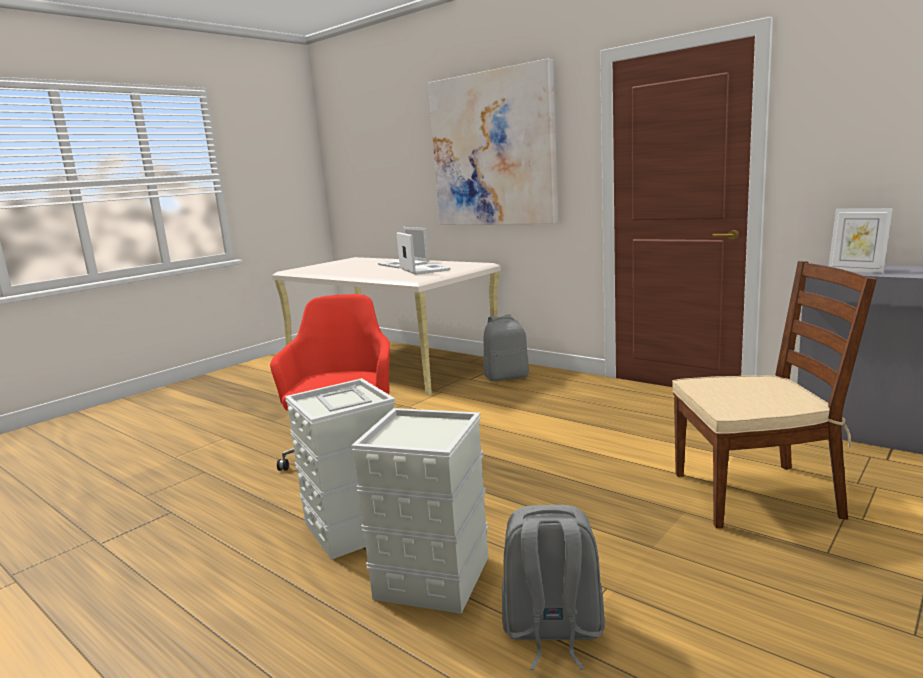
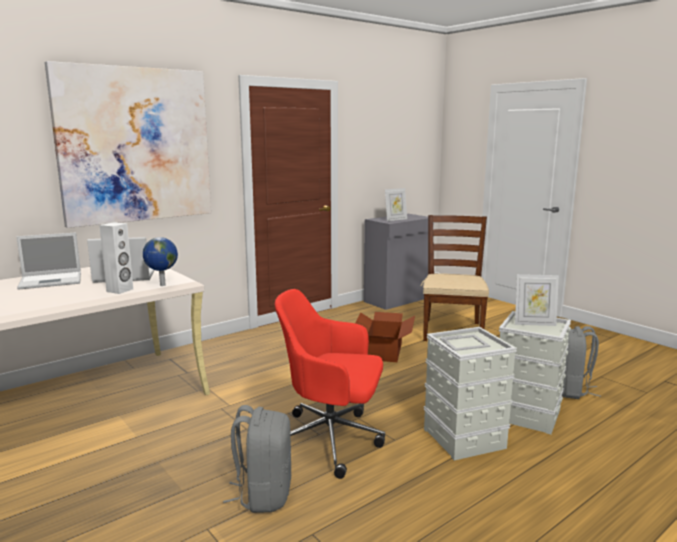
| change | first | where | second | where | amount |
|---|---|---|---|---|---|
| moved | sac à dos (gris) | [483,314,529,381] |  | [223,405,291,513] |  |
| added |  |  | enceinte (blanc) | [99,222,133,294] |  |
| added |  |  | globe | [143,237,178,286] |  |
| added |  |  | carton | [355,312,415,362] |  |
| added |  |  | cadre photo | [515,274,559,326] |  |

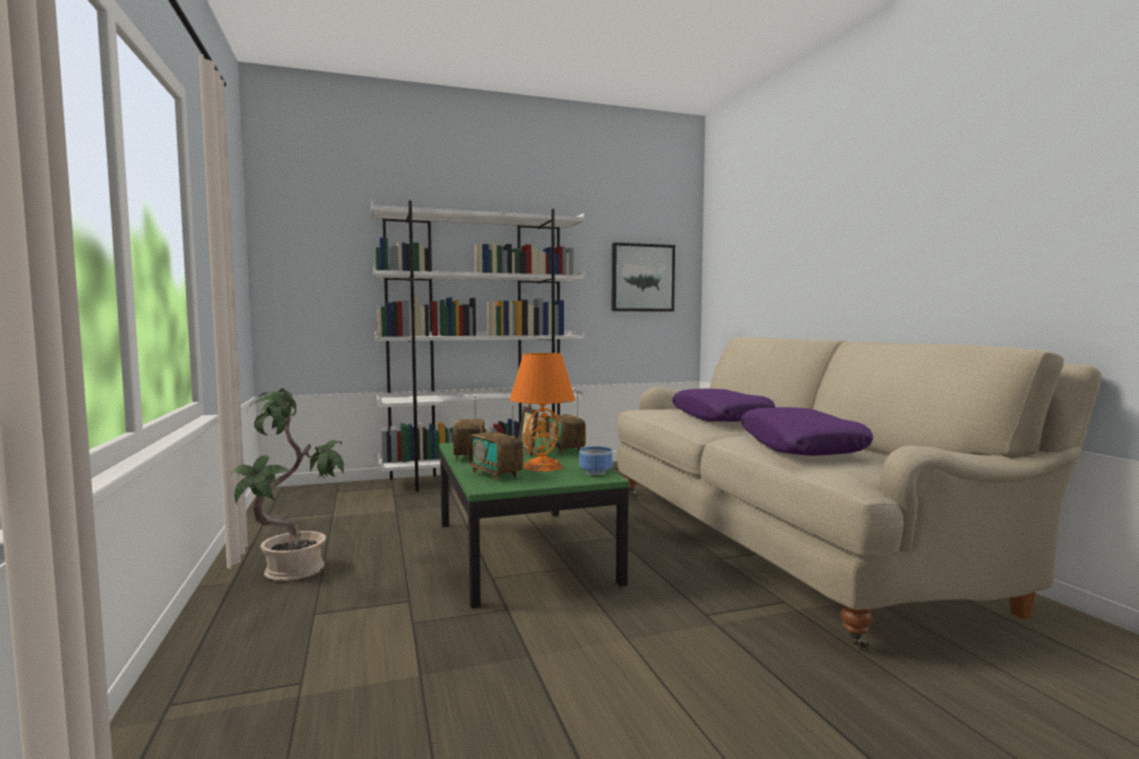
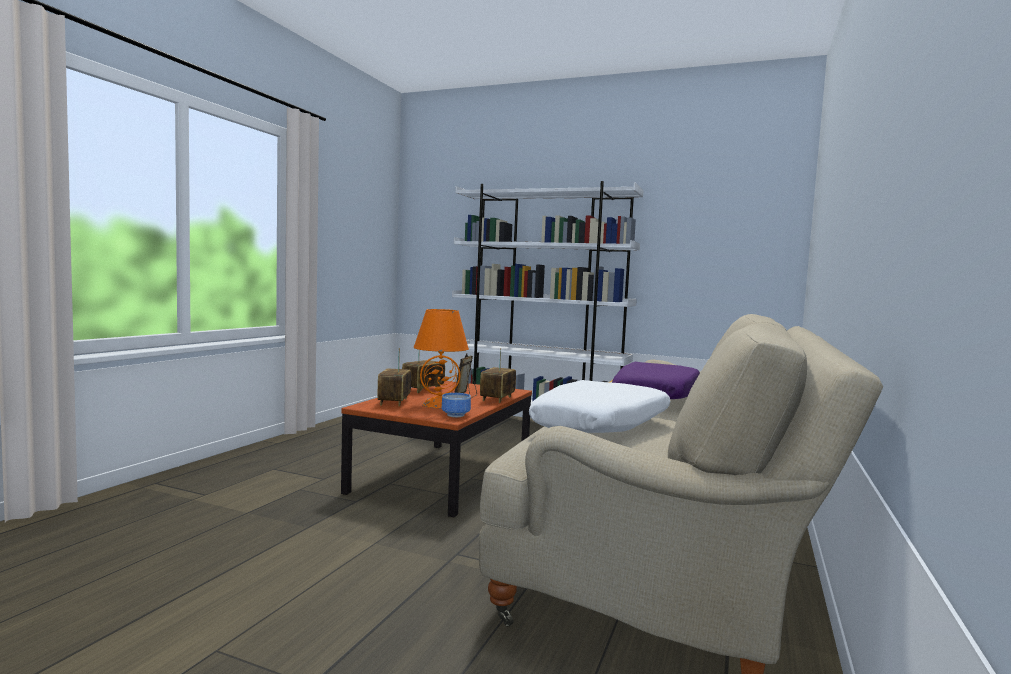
| change | first | where | second | where | amount |
|---|---|---|---|---|---|
| removed | plante en pot | [231,388,344,581] |  |  |  |
| recoloured | table basse (vert) | [439,437,630,608] | table basse (marron) | [341,381,532,517] |  |
| removed | tableau | [611,243,675,312] |  |  |  |
| recoloured | coussin (violet) | [741,407,873,456] | coussin (blanc) | [529,380,670,433] |  |

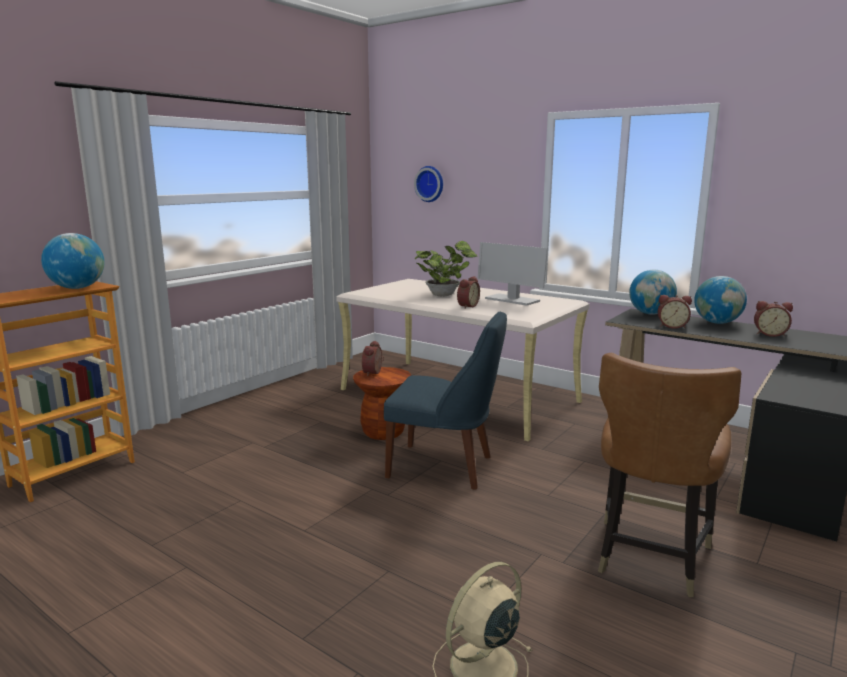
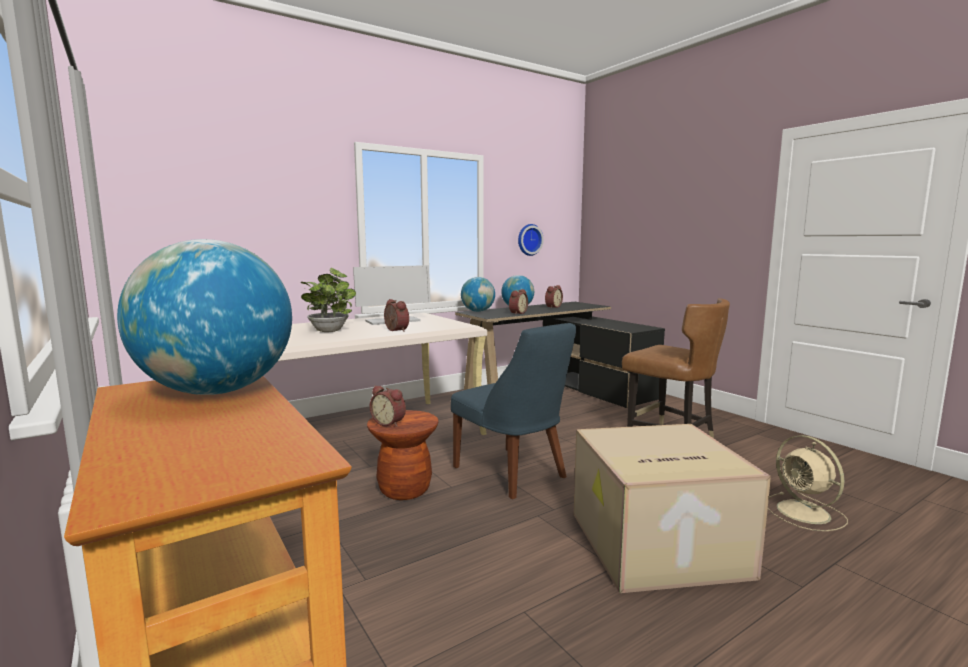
| change | first | where | second | where | amount |
|---|---|---|---|---|---|
| turned | chaise (bleu) | [384,312,507,490] |  | [451,323,576,499] | 105 degrees clockwise |
| moved | horloge murale | [414,166,443,202] |  | [518,224,544,256] |  |
| added |  |  | carton | [573,424,771,593] |  |

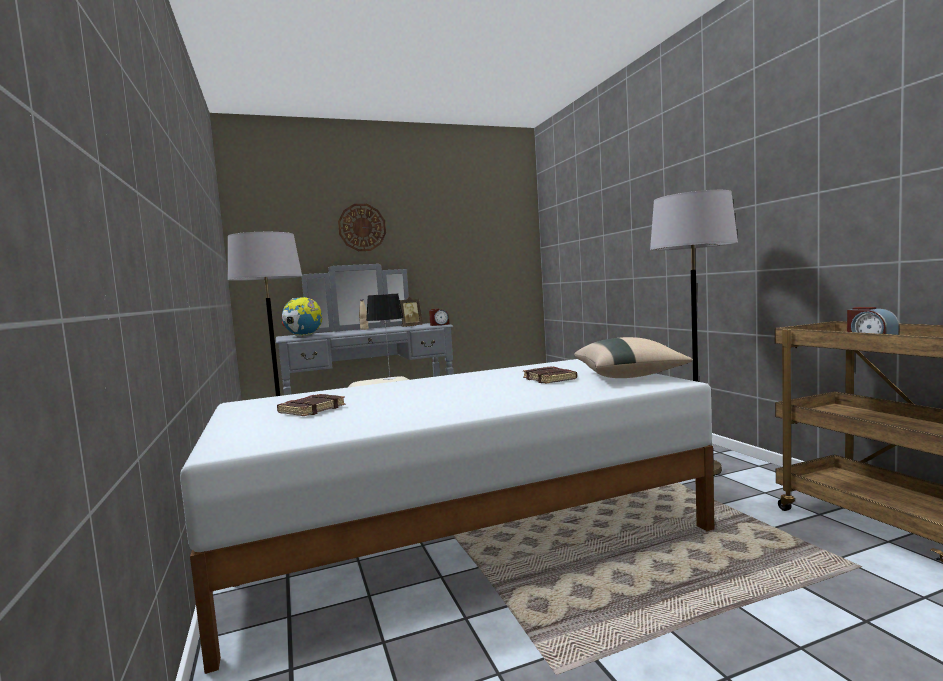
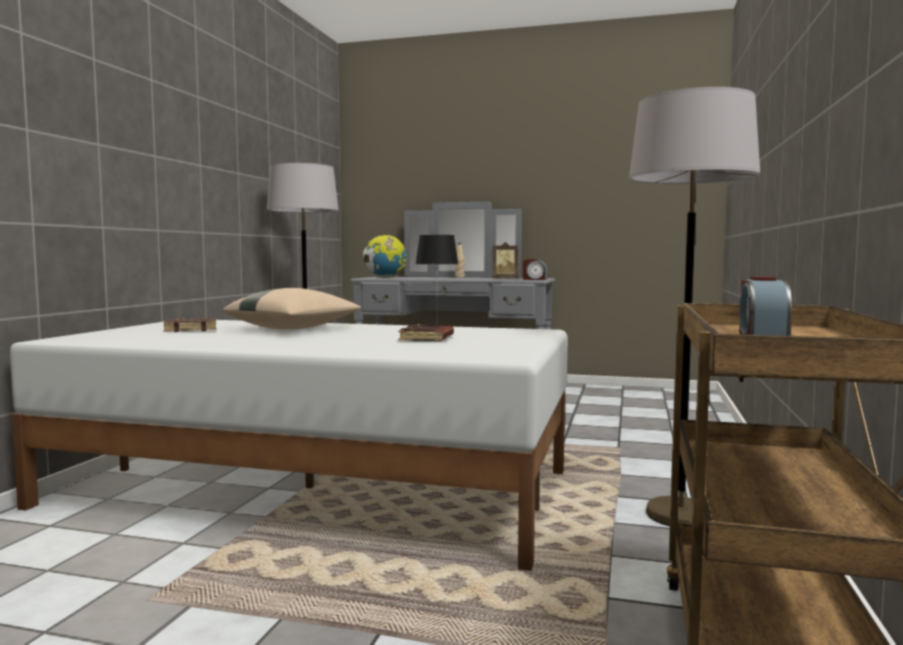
| change | first | where | second | where | amount |
|---|---|---|---|---|---|
| removed | horloge murale | [338,204,386,251] |  |  |  |
| moved | coussin (beige) | [574,337,693,378] |  | [223,288,361,330] |  |

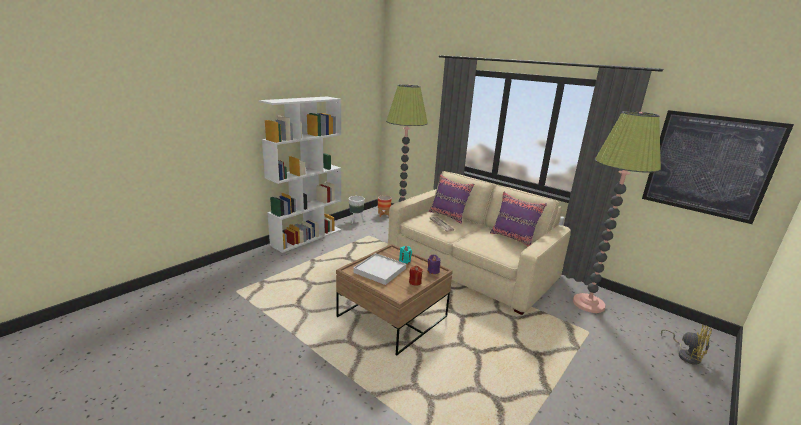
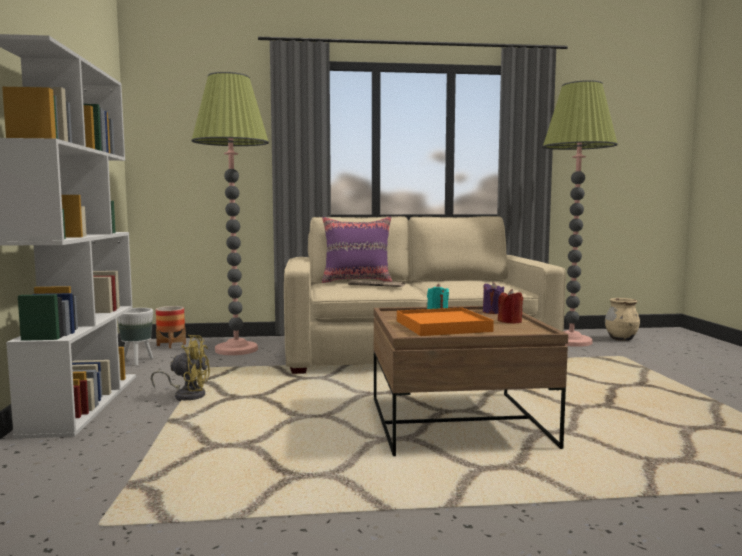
| change | first | where | second | where | amount |
|---|---|---|---|---|---|
| recoloured | plateau (blanc) | [353,253,406,285] | plateau (orange) | [397,307,494,336] |  |
| removed | coussin (violet) | [490,192,547,247] |  |  |  |
| removed | tableau | [642,110,794,224] |  |  |  |
| moved | ventilateur (jaune) | [661,324,712,365] |  | [151,335,210,401] |  |
| added |  |  | vase (beige) | [605,298,640,341] |  |

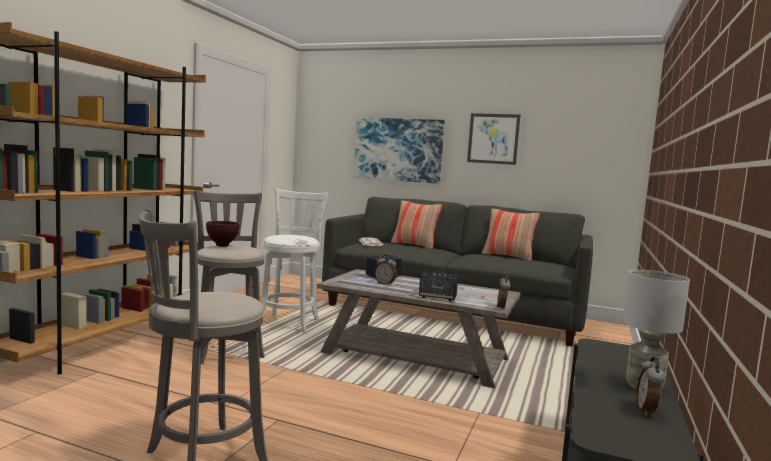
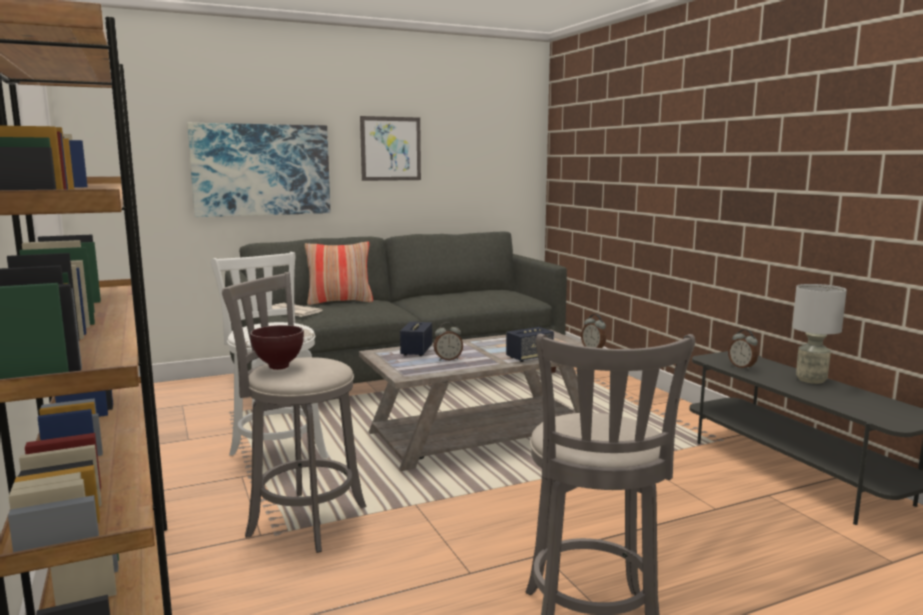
| change | first | where | second | where | amount |
|---|---|---|---|---|---|
| removed | coussin | [482,208,540,261] |  |  |  |
| moved | réveil | [636,357,665,416] |  | [728,329,758,370] |  |

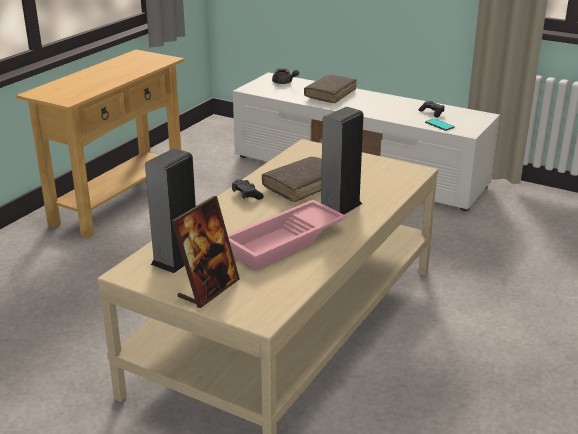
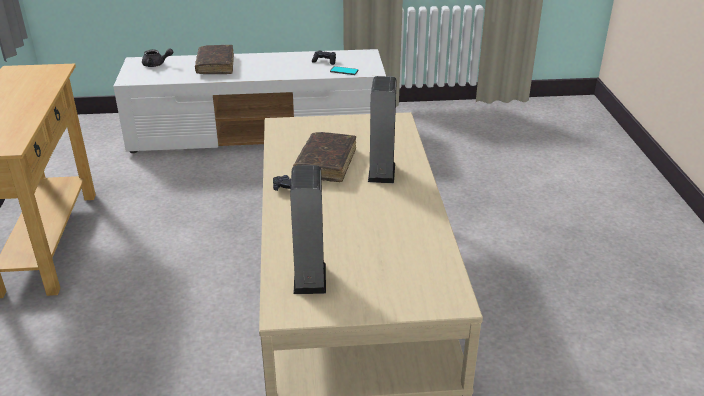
| change | first | where | second | where | amount |
|---|---|---|---|---|---|
| removed | cadre photo | [172,196,240,308] |  |  |  |
| removed | plateau (rose) | [228,200,347,270] |  |  |  |

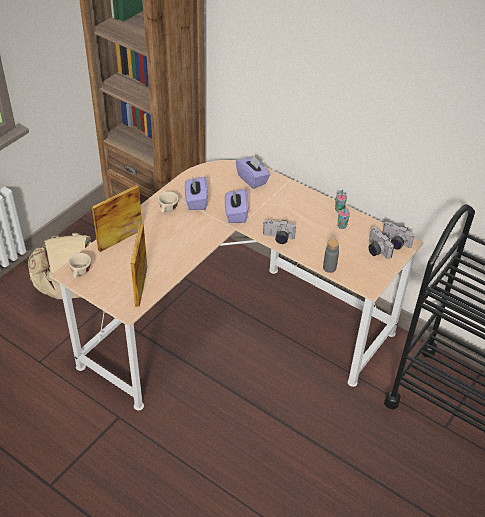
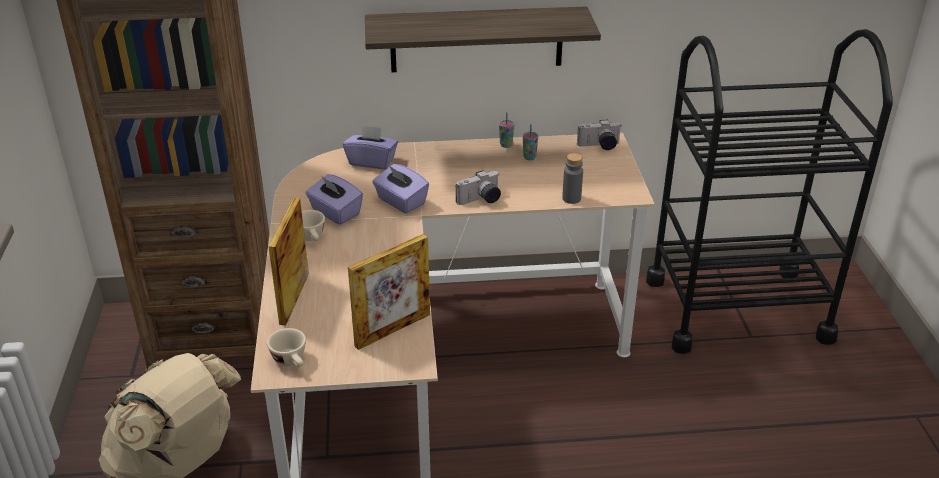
| change | first | where | second | where | amount |
|---|---|---|---|---|---|
| turned | cadre photo | [131,224,147,307] |  | [348,234,430,350] | 90 degrees counterclockwise |
| removed | appareil photo | [369,227,394,259] |  |  |  |
| added |  |  | étagère | [365,6,601,72] |  |

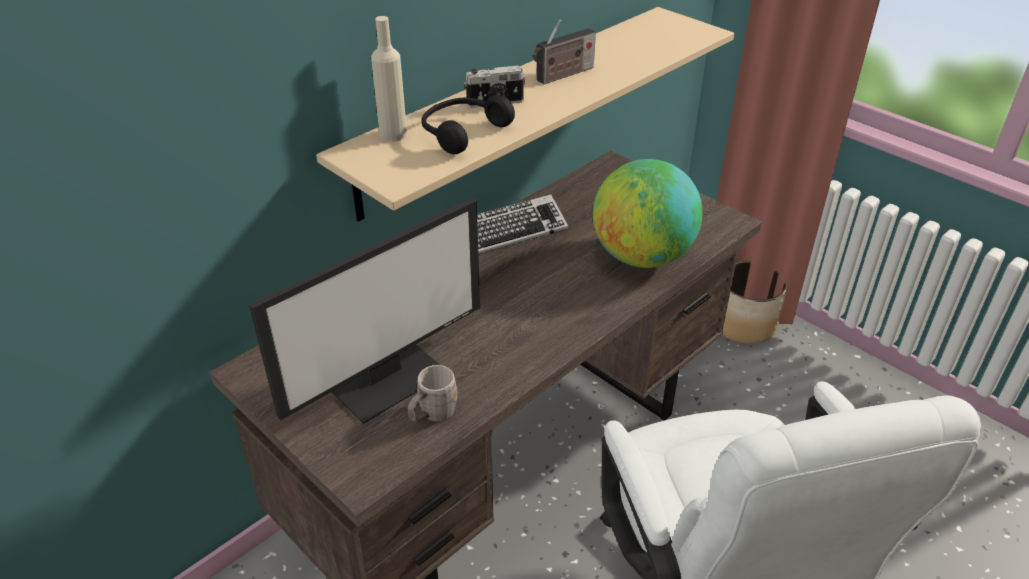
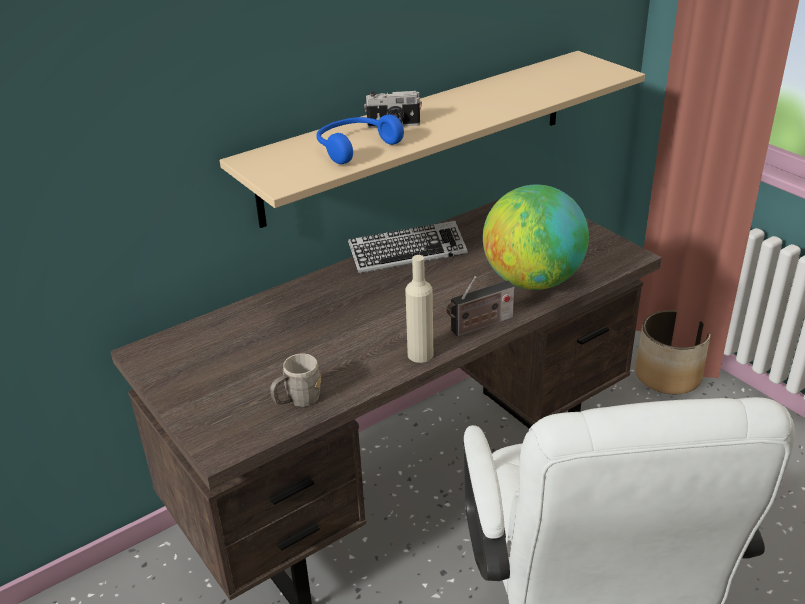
| change | first | where | second | where | amount |
|---|---|---|---|---|---|
| removed | écran d'ordinateur | [249,198,480,424] |  |  |  |
| moved | bouteille (beige) | [371,16,407,142] |  | [405,255,433,363] |  |
| recoloured | casque audio (noir) | [421,95,515,154] | casque audio (bleu) | [317,114,404,164] |  |
| moved | radio | [533,19,596,84] |  | [447,276,515,337] |  |

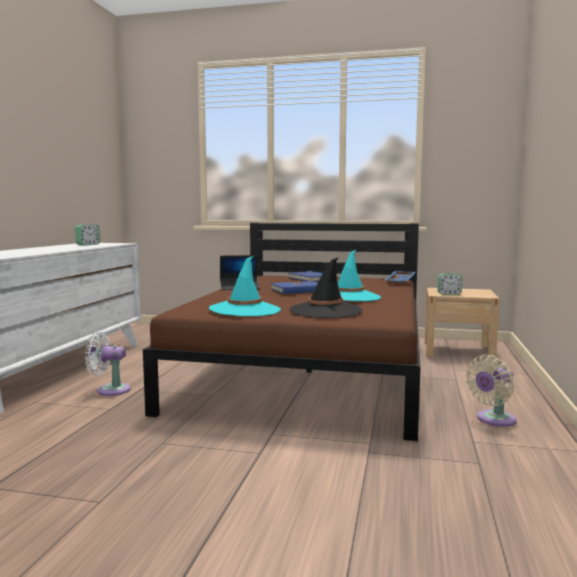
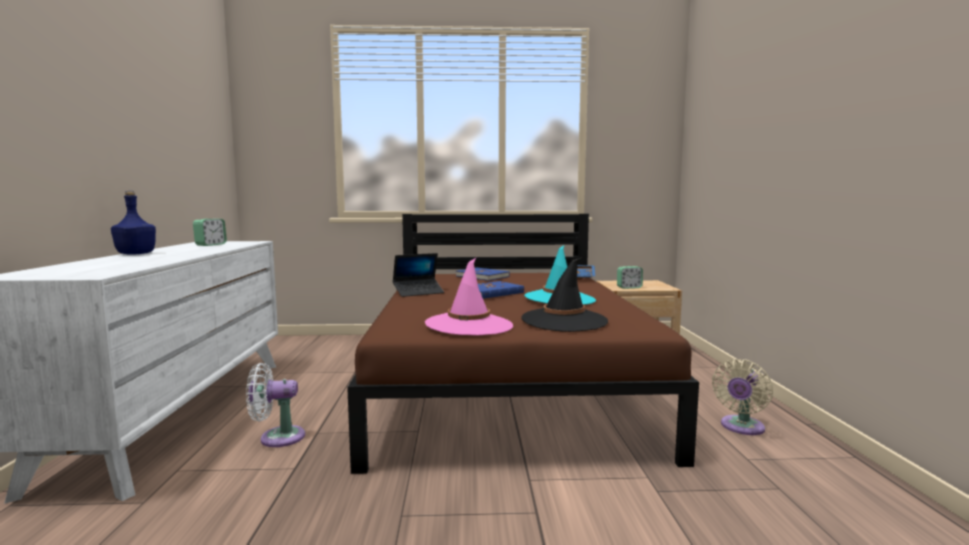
| change | first | where | second | where | amount |
|---|---|---|---|---|---|
| recoloured | chapeau (turquoise) | [209,256,281,316] | chapeau (rose) | [425,258,513,336] |  |
| added |  |  | bouteille (bleu) | [111,191,156,255] |  |

